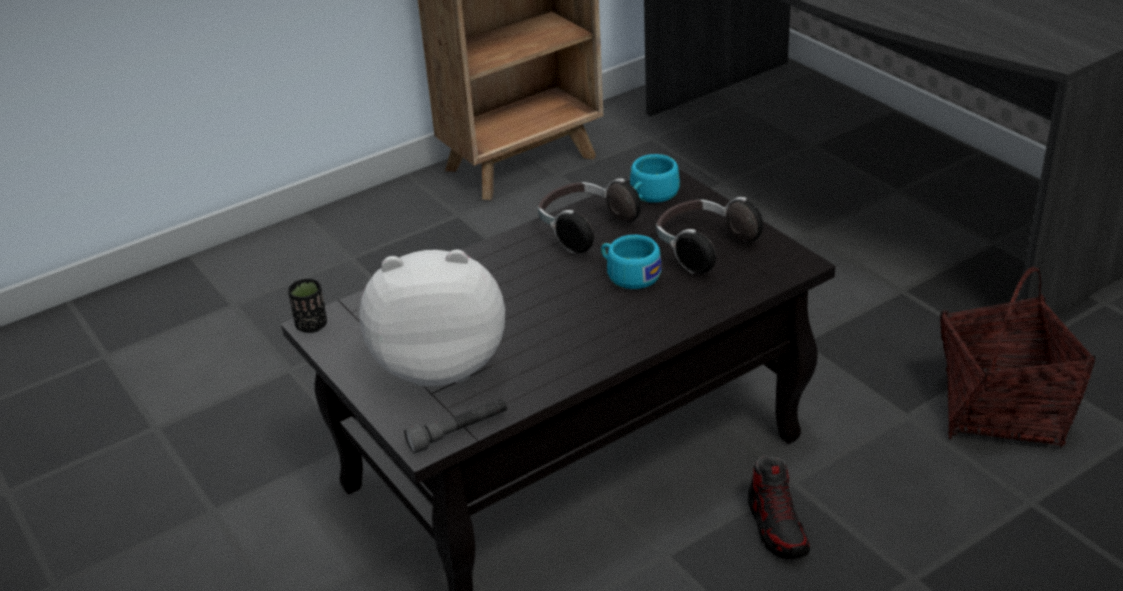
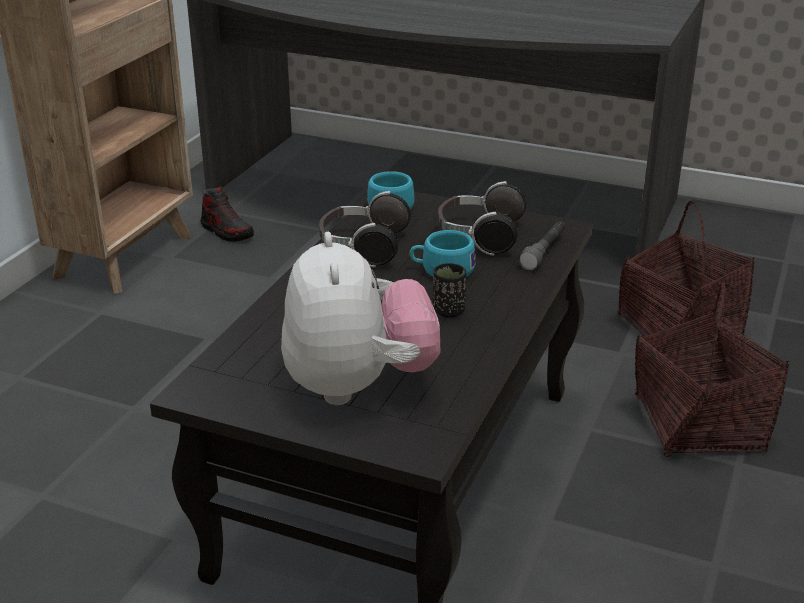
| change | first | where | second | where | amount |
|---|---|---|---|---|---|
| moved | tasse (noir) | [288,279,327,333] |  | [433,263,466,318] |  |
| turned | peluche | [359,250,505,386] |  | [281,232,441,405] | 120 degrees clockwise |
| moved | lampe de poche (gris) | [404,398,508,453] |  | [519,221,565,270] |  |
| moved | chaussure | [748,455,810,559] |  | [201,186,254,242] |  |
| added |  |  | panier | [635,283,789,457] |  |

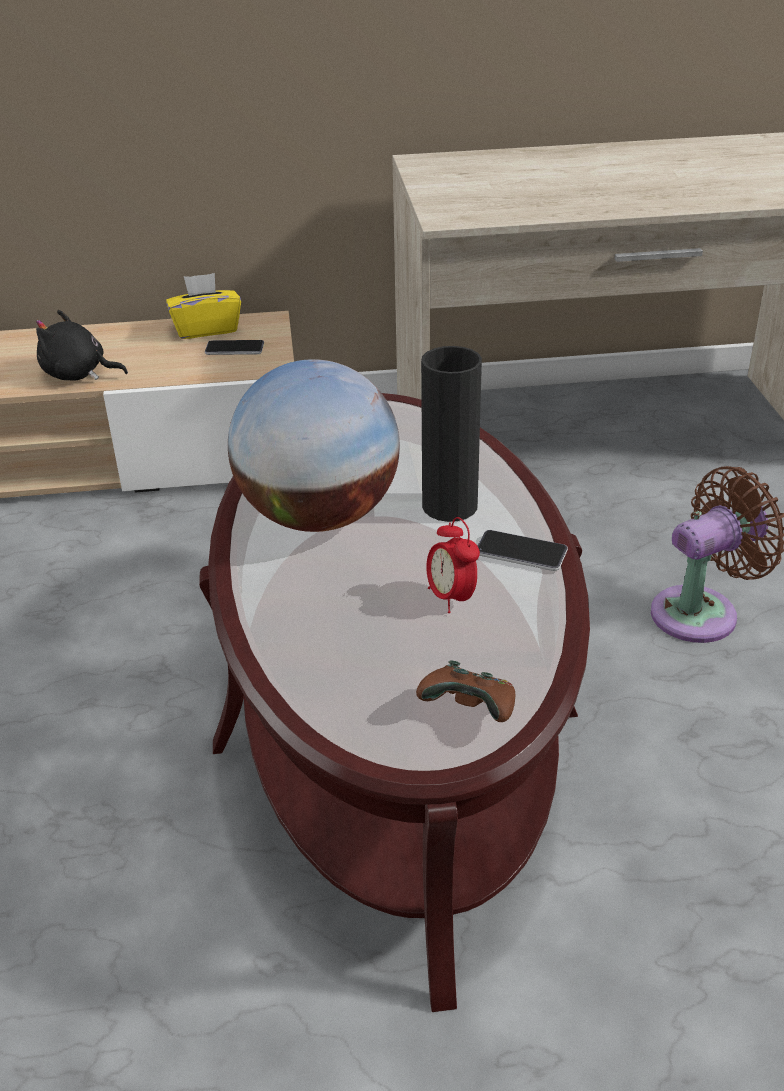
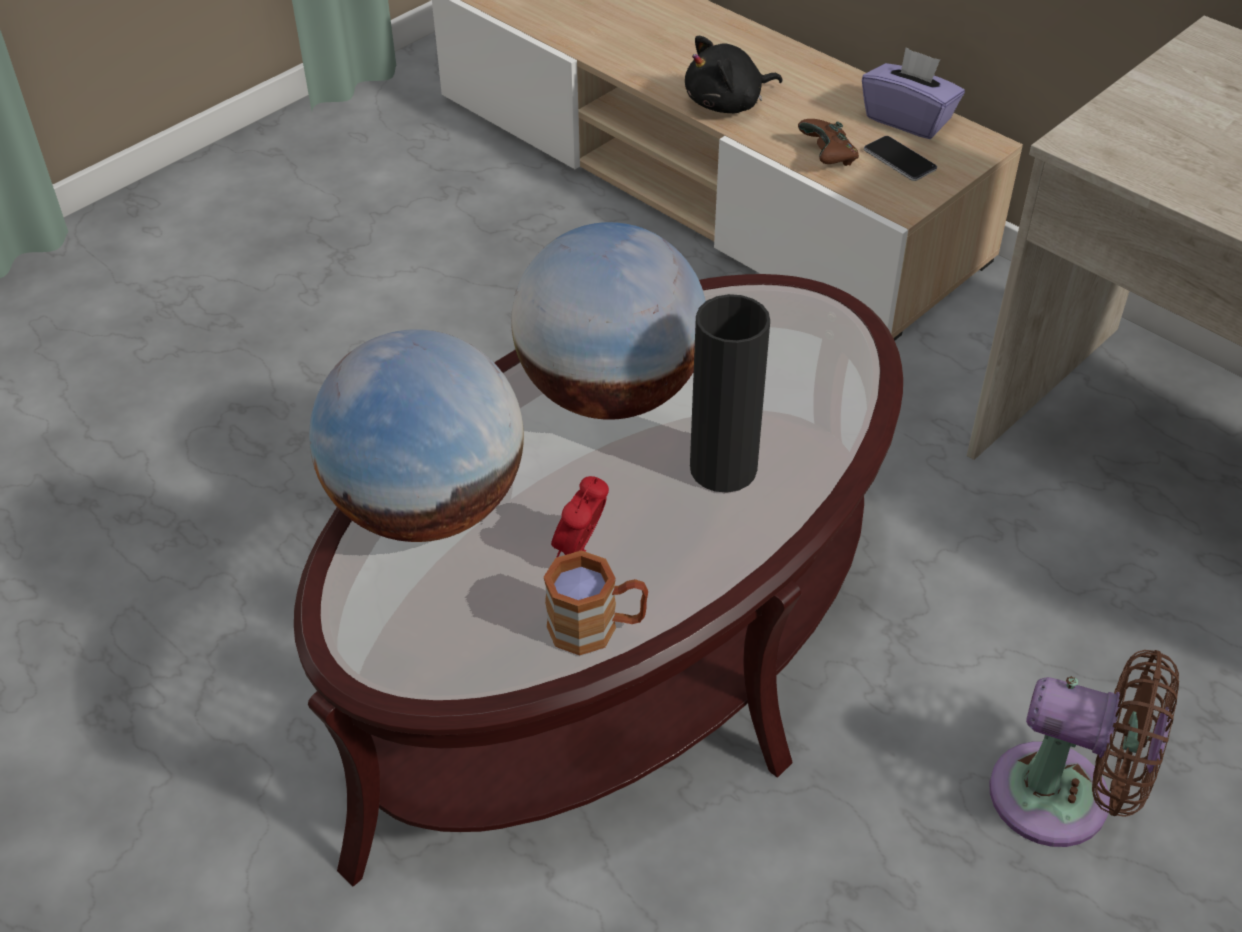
| change | first | where | second | where | amount |
|---|---|---|---|---|---|
| turned | peluche (noir) | [36,310,128,381] |  | [685,36,783,113] | 90 degrees counterclockwise |
| recoloured | boîte à mouchoirs (jaune) | [166,273,241,339] | boîte à mouchoirs (violet) | [862,47,965,139] |  |
| moved | manette (marron) | [416,660,515,722] |  | [798,119,859,166] |  |
| removed | téléphone | [478,530,568,571] |  |  |  |
| added |  |  | globe | [309,329,524,542] |  |
| added |  |  | mug (marron) | [544,550,648,655] |  |

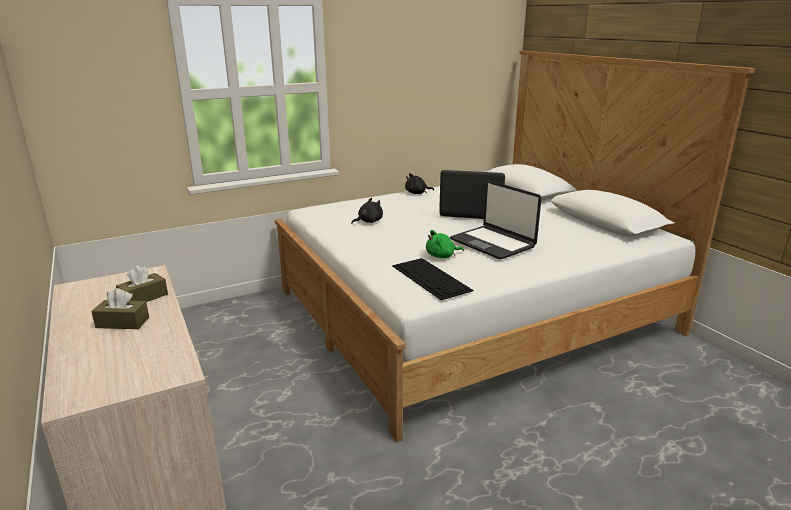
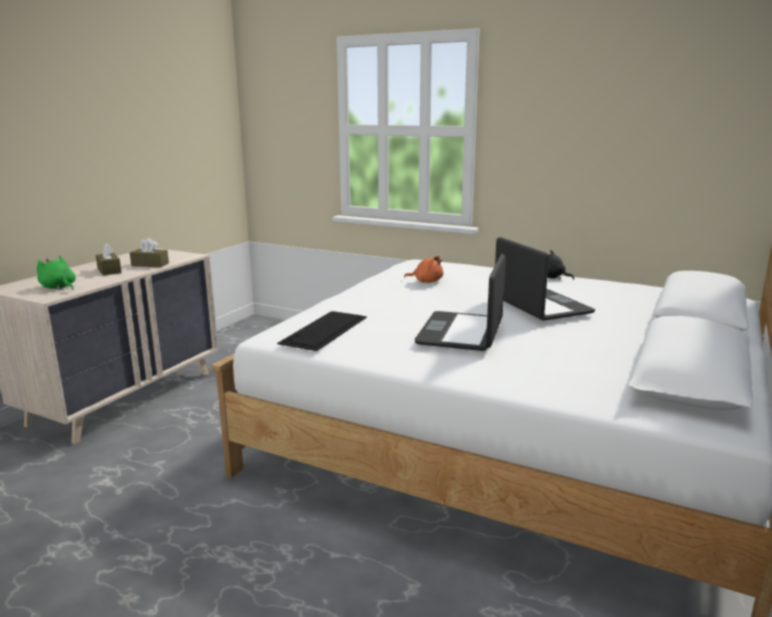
| change | first | where | second | where | amount |
|---|---|---|---|---|---|
| recoloured | peluche (noir) | [351,198,383,224] | peluche (orange) | [404,256,443,283] |  |
| moved | peluche (vert) | [426,230,464,258] |  | [37,256,76,290] |  |

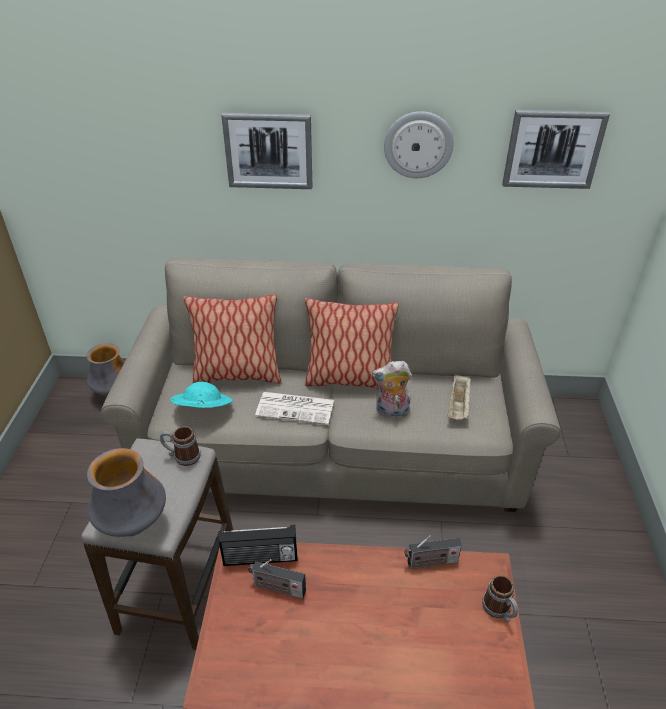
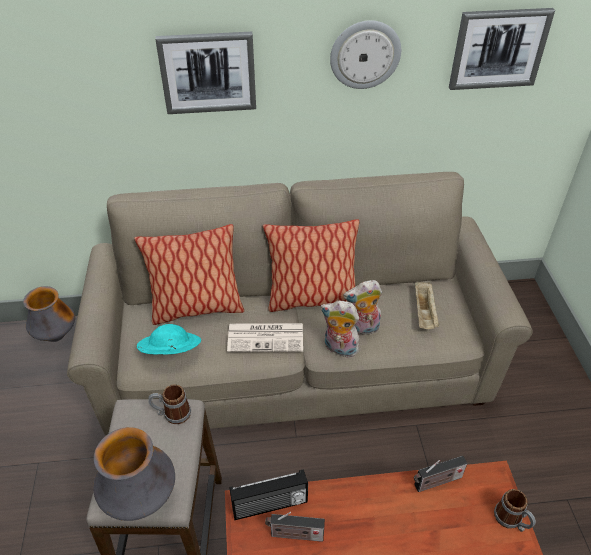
| change | first | where | second | where | amount |
|---|---|---|---|---|---|
| added |  |  | peluche | [321,300,359,357] |  |

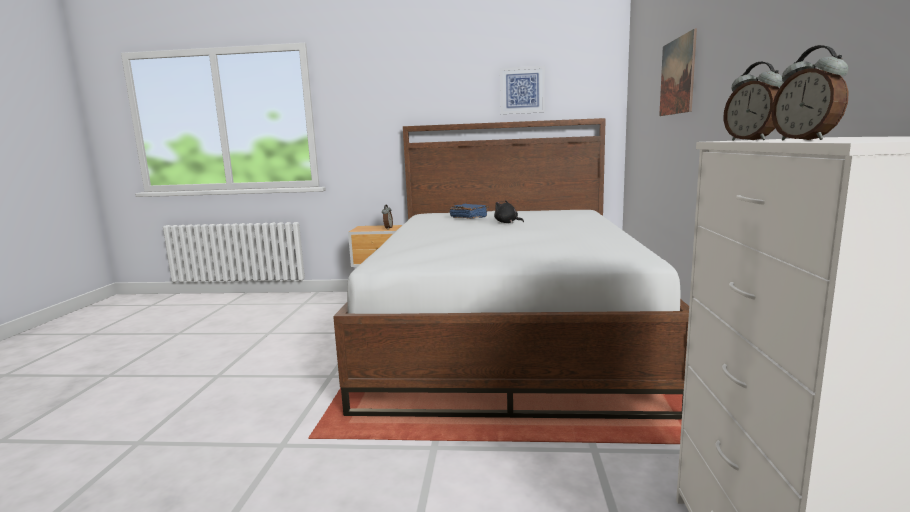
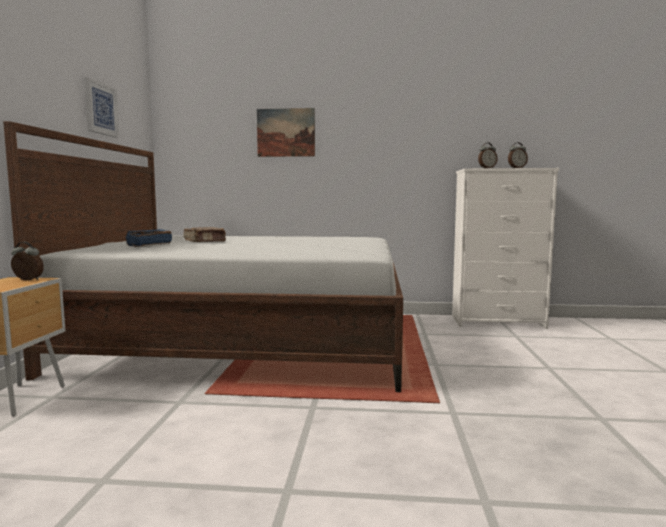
| change | first | where | second | where | amount |
|---|---|---|---|---|---|
| replaced | peluche (noir) | [494,200,524,223] | livre (marron) | [183,227,226,242] |  |

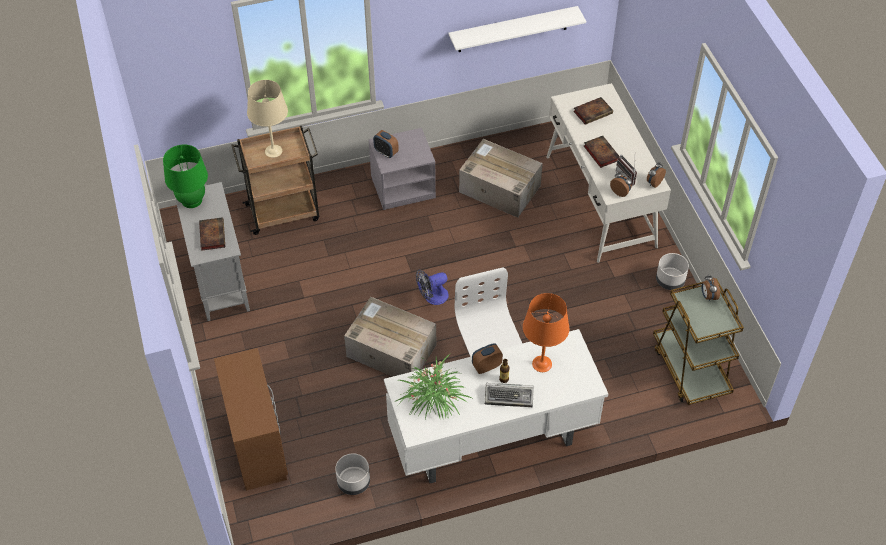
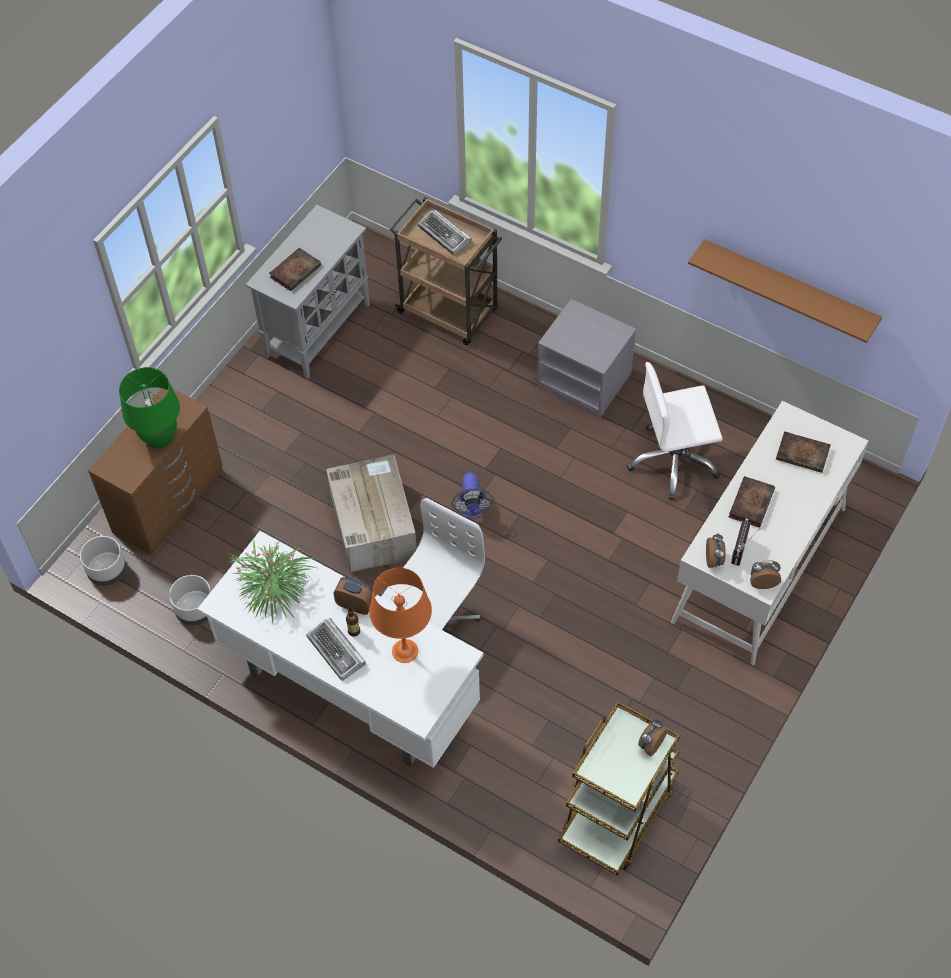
| change | first | where | second | where | amount |
|---|---|---|---|---|---|
| moved | lampe de table (vert) | [163,144,208,208] |  | [119,367,180,448] |  |
| replaced | lampe de table (beige) | [247,80,288,158] | clavier | [418,210,472,255] |  |
| removed | réveil | [373,130,399,158] |  |  |  |
| turned | ventilateur | [416,270,449,305] |  | [451,472,494,518] | 120 degrees counterclockwise |
| recoloured | étagère (blanc) | [449,6,586,52] | étagère (marron) | [688,239,882,343] |  |
| replaced | carton | [459,139,543,218] | chaise de bureau (blanc) | [627,362,723,500] |  |
| moved | cache-pot (gris) | [656,253,689,290] |  | [80,536,126,586] |  |

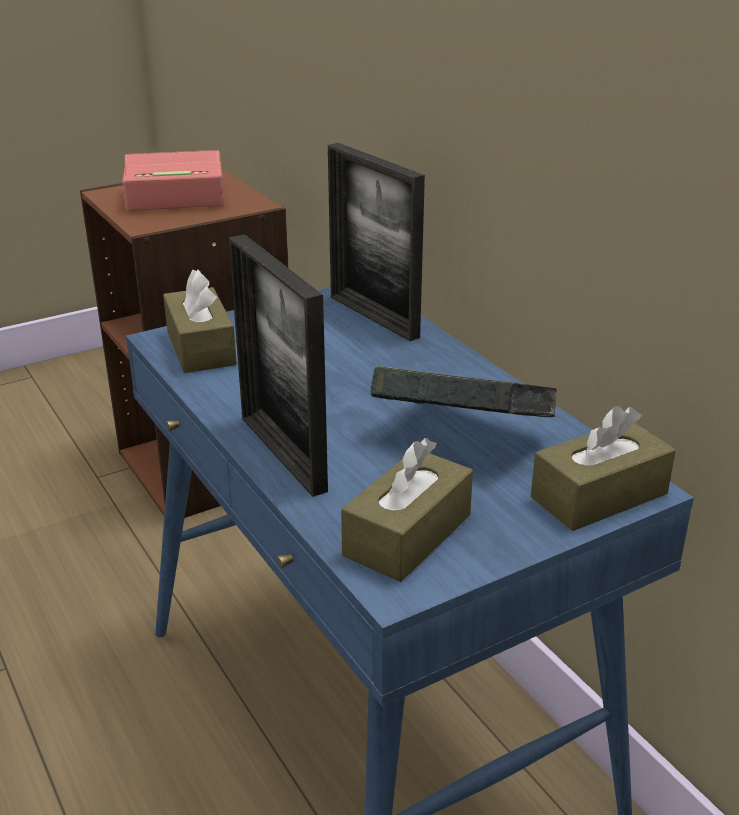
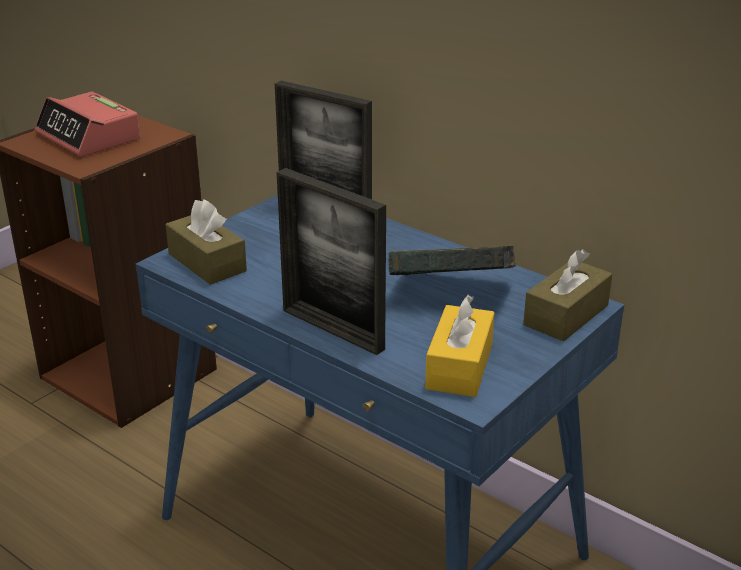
| change | first | where | second | where | amount |
|---|---|---|---|---|---|
| turned | réveil | [122,150,225,211] |  | [35,92,140,157] | 105 degrees counterclockwise |
| recoloured | boîte à mouchoirs (marron) | [341,438,473,582] | boîte à mouchoirs (jaune) | [425,294,495,397] |  |

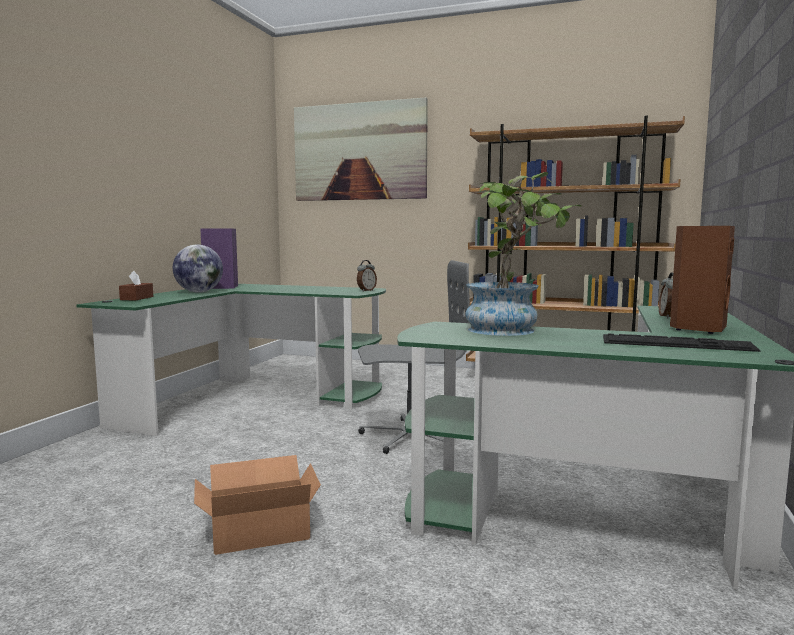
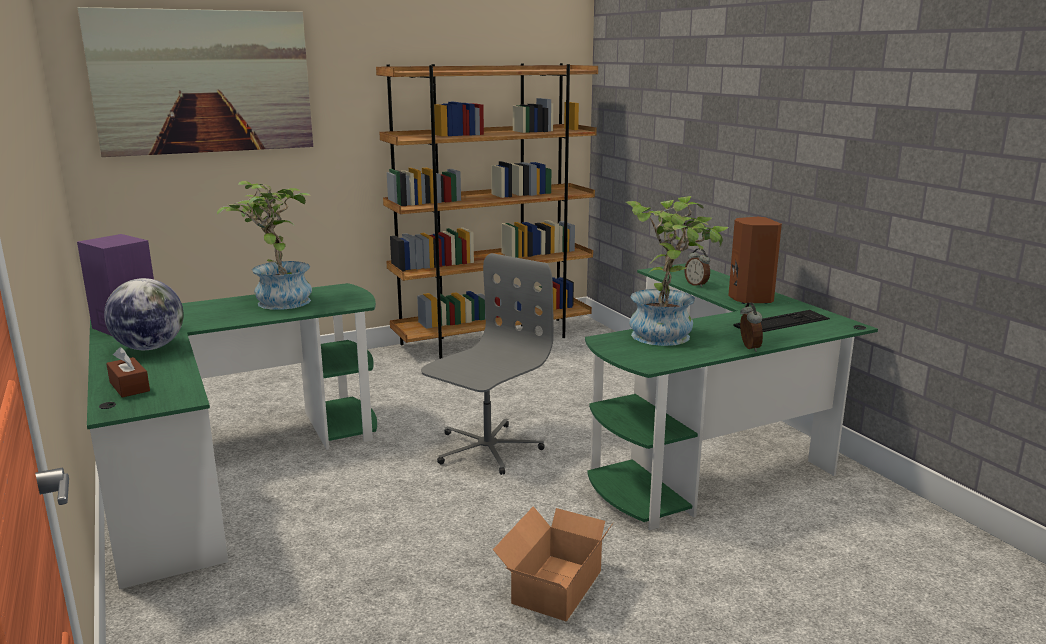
| change | first | where | second | where | amount |
|---|---|---|---|---|---|
| moved | réveil | [357,260,377,291] |  | [740,302,763,352] |  |
| added |  |  | plante en pot | [217,181,312,310] |  |

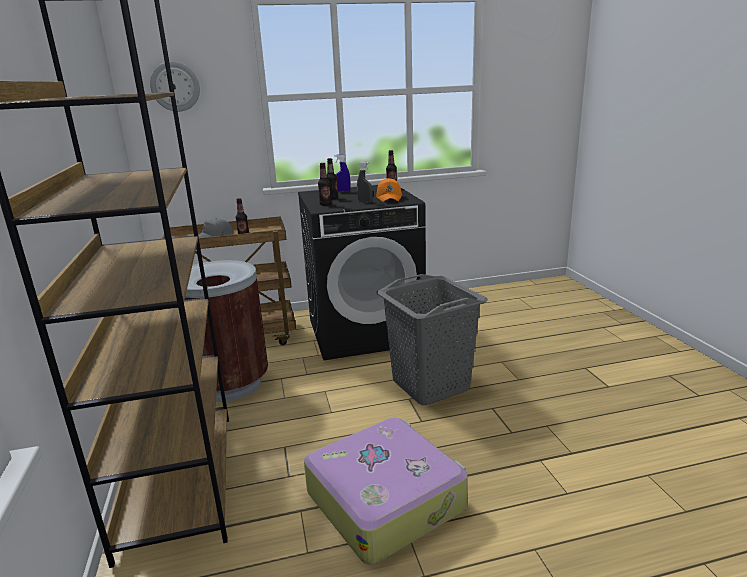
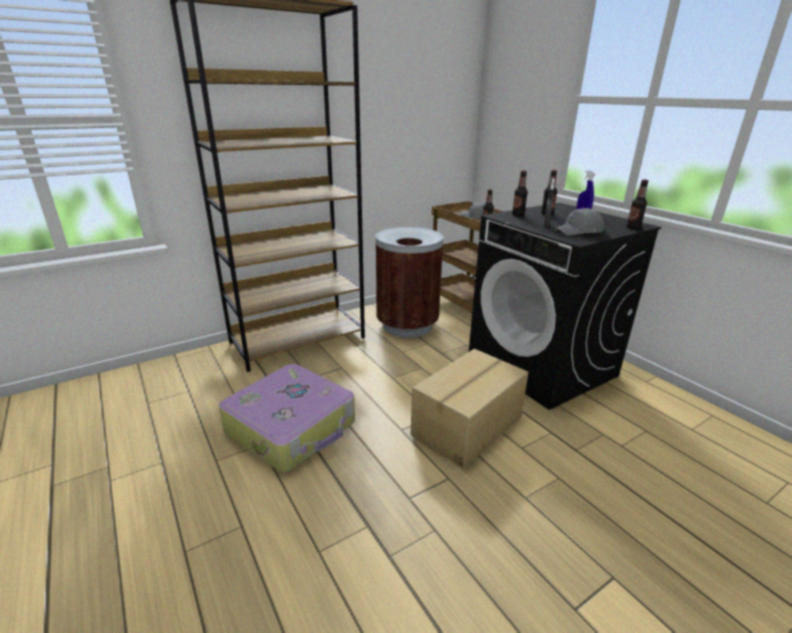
| change | first | where | second | where | amount |
|---|---|---|---|---|---|
| removed | horloge murale | [150,61,200,112] |  |  |  |
| recoloured | casquette (orange) | [376,178,402,202] | casquette (gris) | [555,208,604,236] |  |
| replaced | panier à linge (gris) | [377,274,488,405] | carton | [411,349,528,468] |  |

